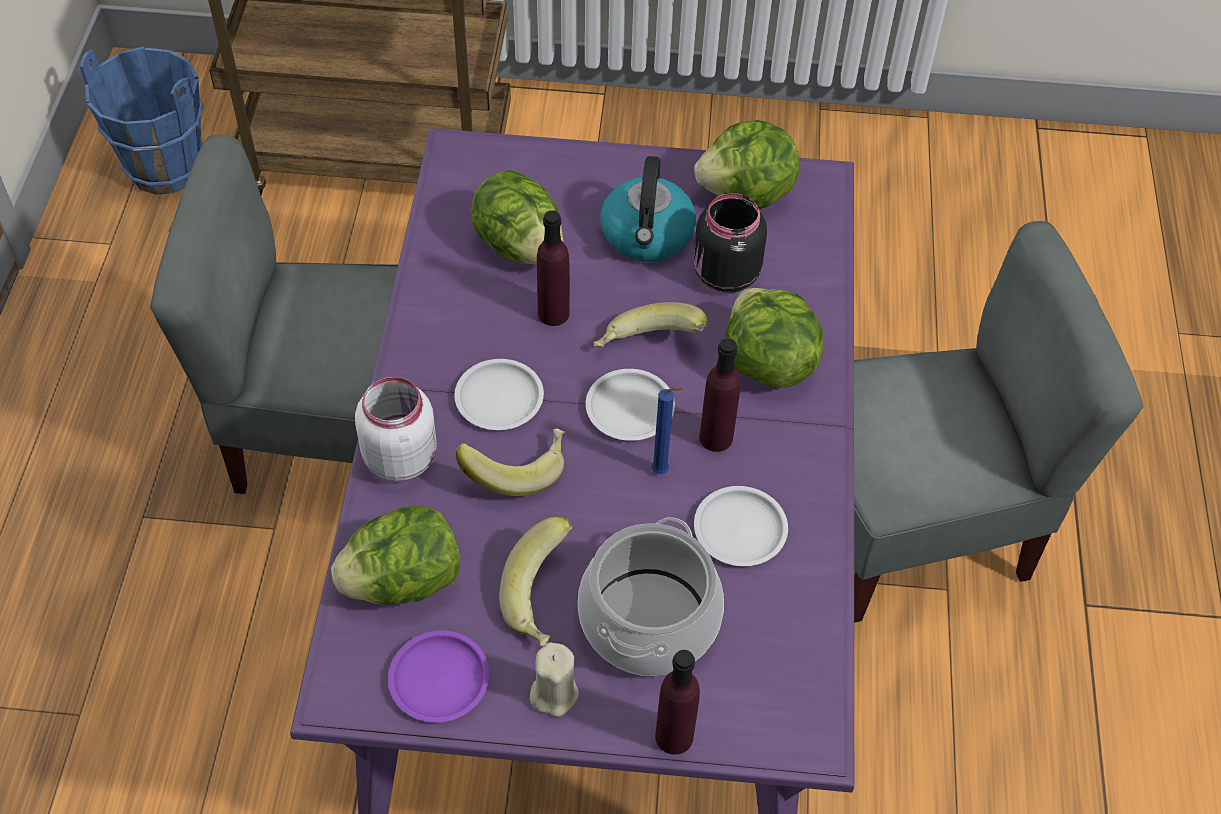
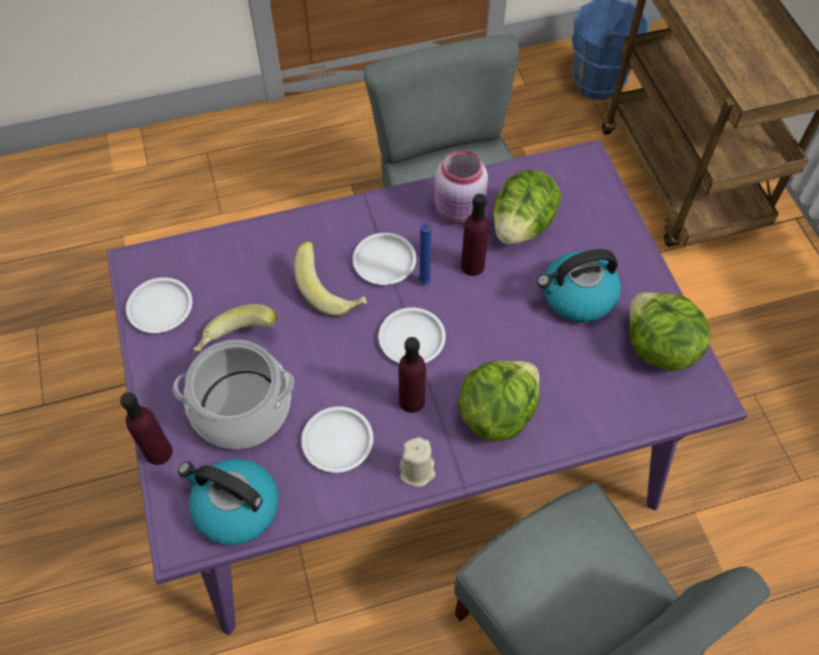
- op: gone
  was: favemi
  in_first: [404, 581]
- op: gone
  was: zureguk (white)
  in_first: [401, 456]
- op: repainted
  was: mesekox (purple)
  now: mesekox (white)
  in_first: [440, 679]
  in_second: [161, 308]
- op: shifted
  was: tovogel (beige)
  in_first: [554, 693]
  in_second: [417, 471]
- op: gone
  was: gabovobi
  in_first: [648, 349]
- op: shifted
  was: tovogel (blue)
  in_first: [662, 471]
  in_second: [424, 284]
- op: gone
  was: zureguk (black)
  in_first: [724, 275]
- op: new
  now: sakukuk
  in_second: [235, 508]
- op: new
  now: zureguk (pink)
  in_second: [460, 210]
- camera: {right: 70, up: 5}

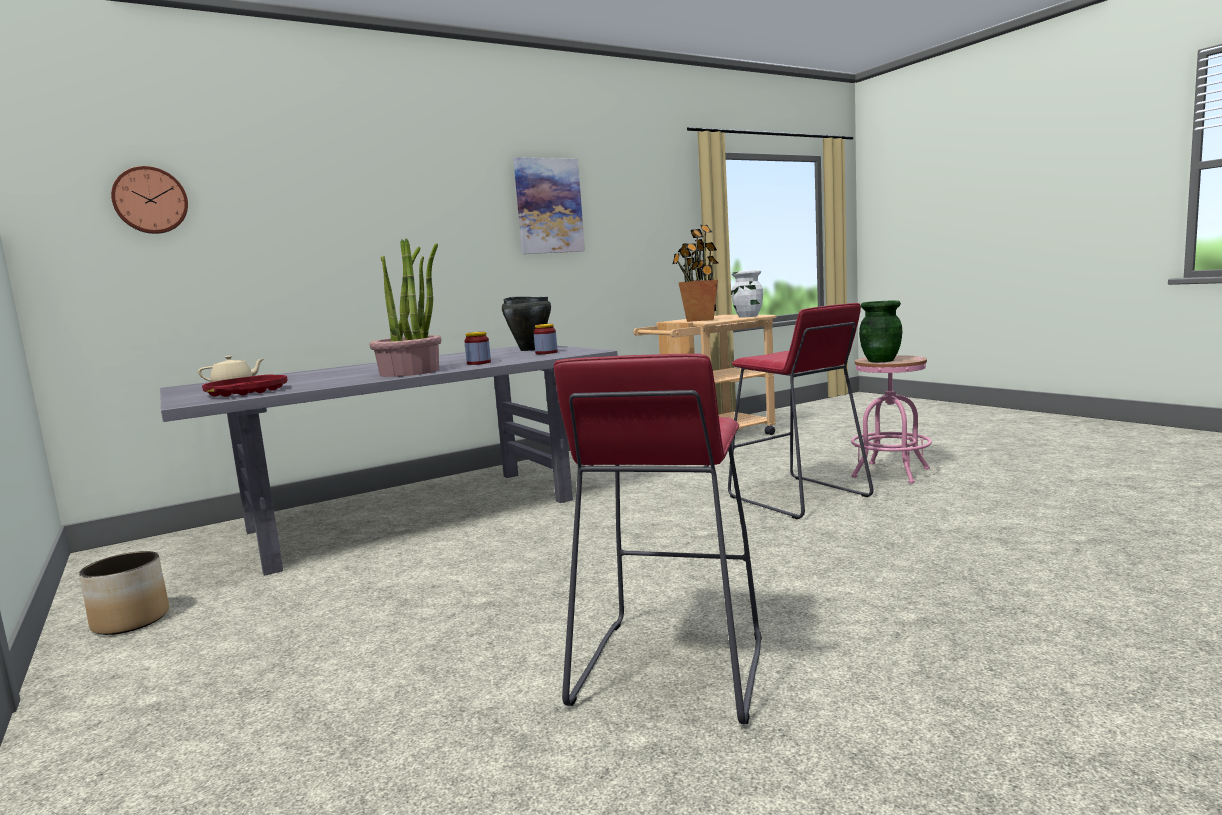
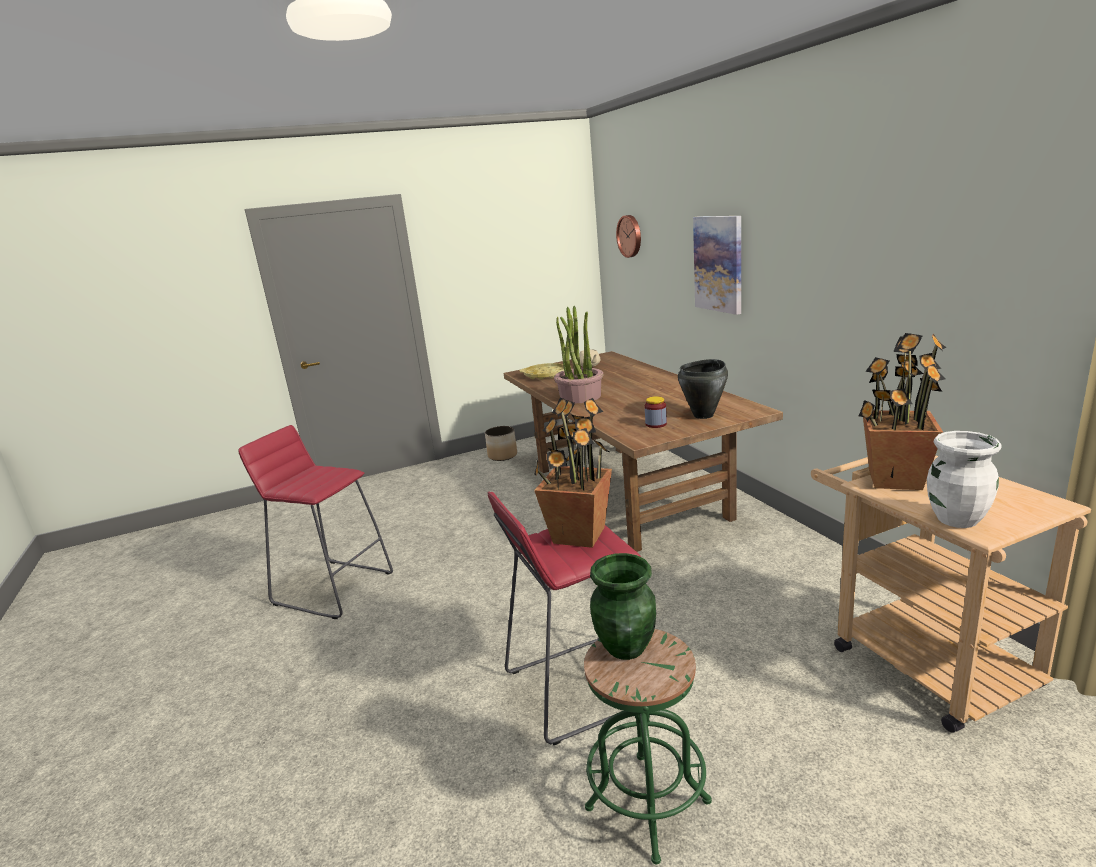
- op: repainted
  was: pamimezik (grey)
  now: pamimezik (brown)
  in_first: [414, 515]
  in_second: [627, 492]
- op: repainted
  was: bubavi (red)
  now: bubavi (yellow)
  in_first: [247, 392]
  in_second: [545, 375]
- op: gone
  was: zureguk
  in_first: [479, 363]
- op: shifted
  was: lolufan
  in_first: [548, 206]
  in_second: [718, 264]
- op: repainted
  was: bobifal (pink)
  now: bobifal (green)
  in_first: [890, 473]
  in_second: [648, 804]
- op: new
  now: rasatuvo
  in_second: [579, 534]
- camera: {right: 100, up: 10}

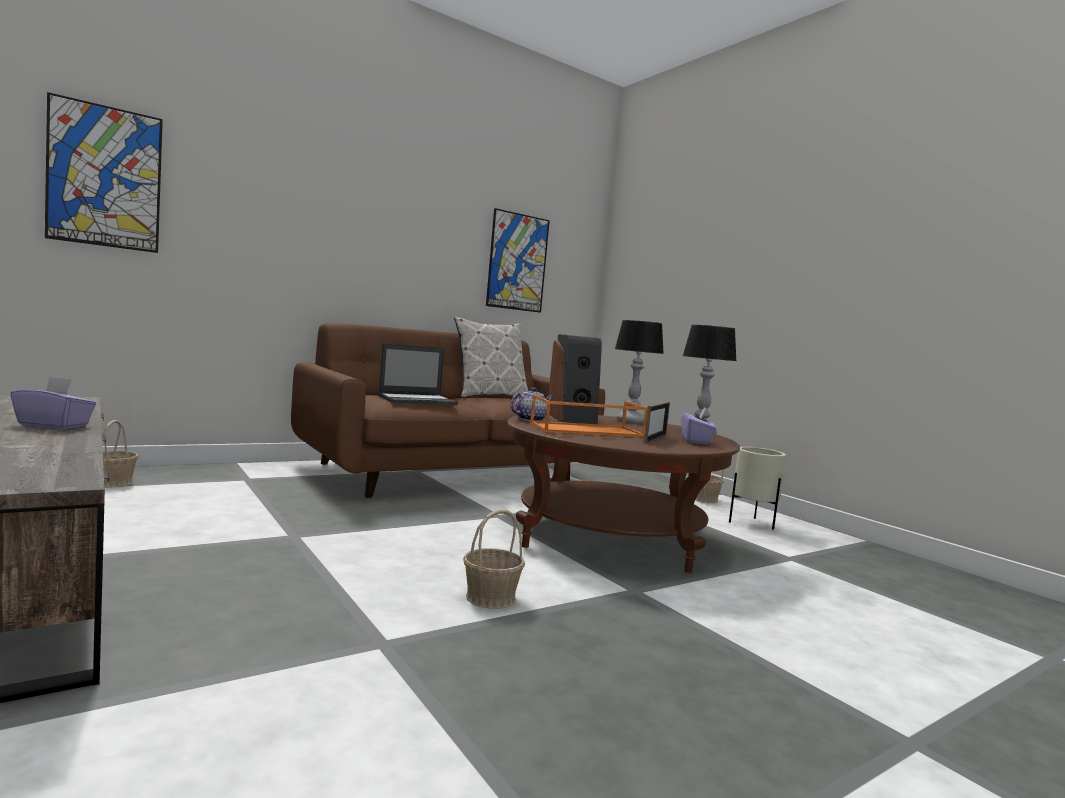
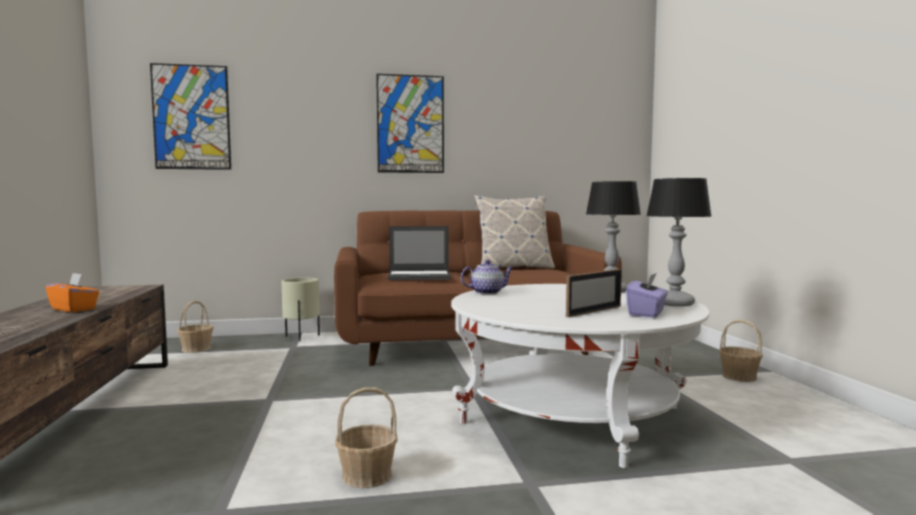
- op: repainted
  was: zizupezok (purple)
  now: zizupezok (orange)
  in_first: [54, 425]
  in_second: [74, 309]
- op: shifted
  was: lolufan
  in_first: [517, 262]
  in_second: [410, 124]
- op: repainted
  was: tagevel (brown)
  now: tagevel (white)
  in_first: [609, 534]
  in_second: [572, 414]
- op: gone
  was: bubavi (orange)
  in_first: [586, 430]
- op: gone
  was: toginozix
  in_first: [572, 419]
- op: shifted
  was: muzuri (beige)
  in_first: [752, 524]
  in_second: [302, 338]
- camera: {right: 25, up: 0}

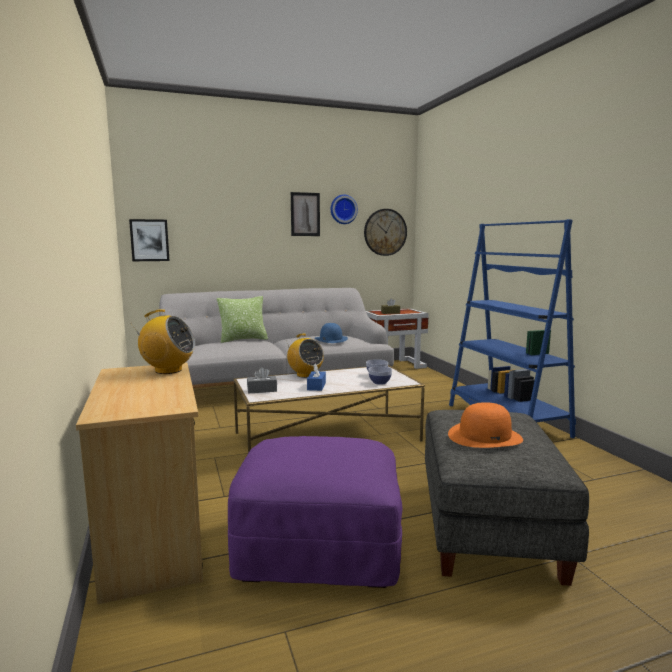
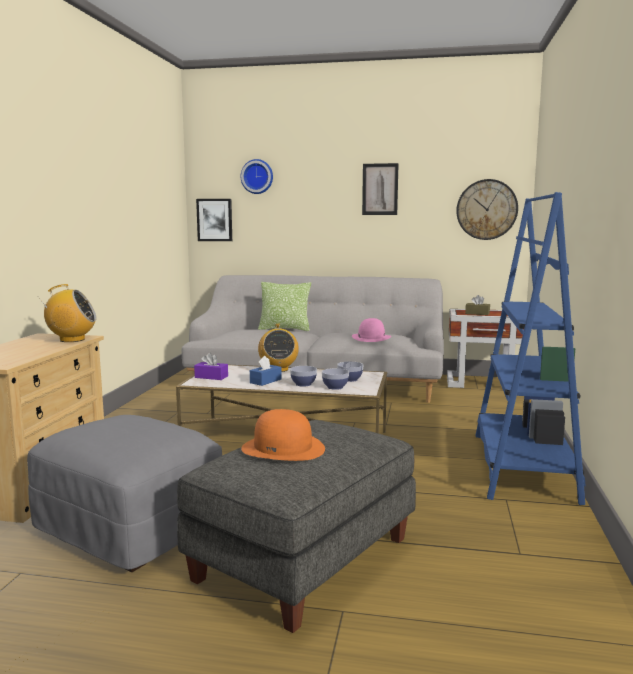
- op: rotated
  was: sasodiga
  in_first: [168, 370]
  in_second: [72, 340]
  clockwise: -45
- op: repainted
  was: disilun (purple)
  now: disilun (grey)
  in_first: [318, 550]
  in_second: [129, 528]
- op: repainted
  was: zizupezok (grey)
  now: zizupezok (purple)
  in_first: [262, 390]
  in_second: [211, 377]
- op: repainted
  was: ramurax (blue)
  now: ramurax (pink)
  in_first: [331, 339]
  in_second: [371, 337]
- op: shifted
  was: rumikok
  in_first: [343, 209]
  in_second: [257, 176]
- op: new
  now: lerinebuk
  in_second: [303, 384]
- camera: {right: 30, up: 0}

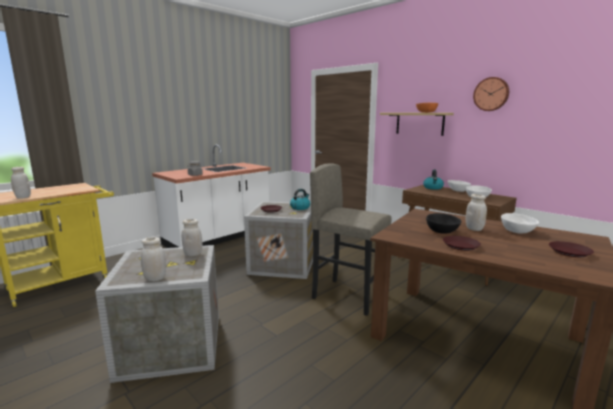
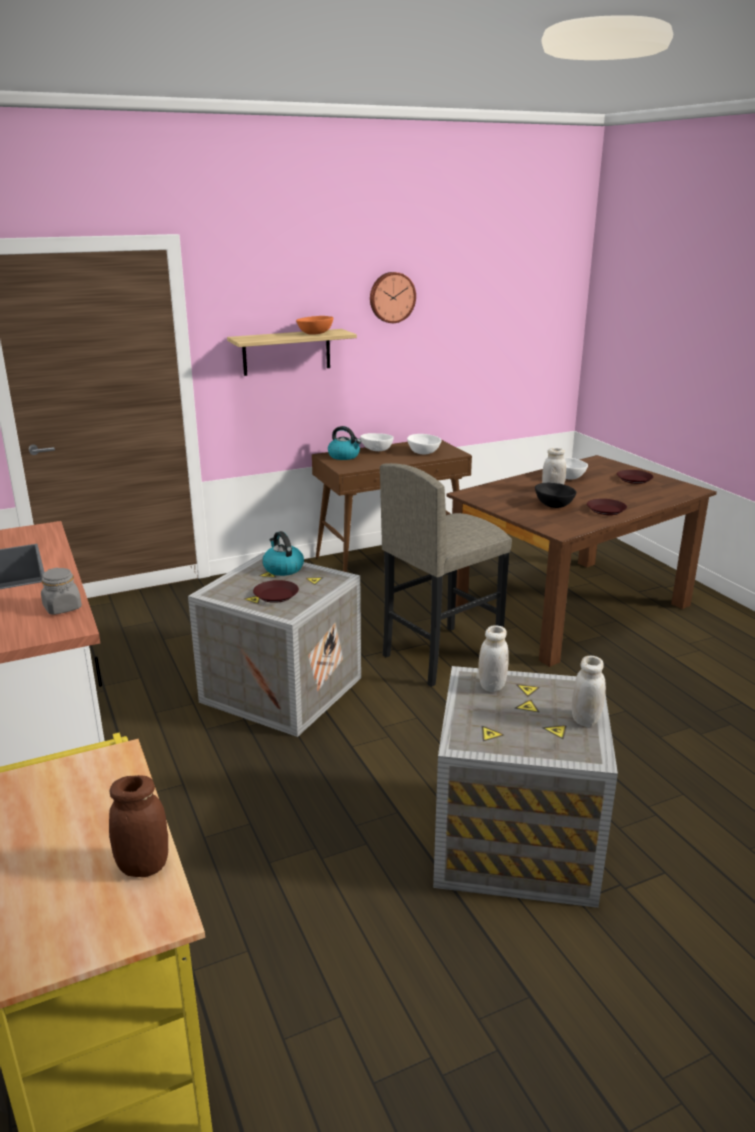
- op: repainted
  was: zureguk (white)
  now: zureguk (brown)
  in_first: [23, 197]
  in_second: [143, 866]
- camera: {right: -70, up: 10}

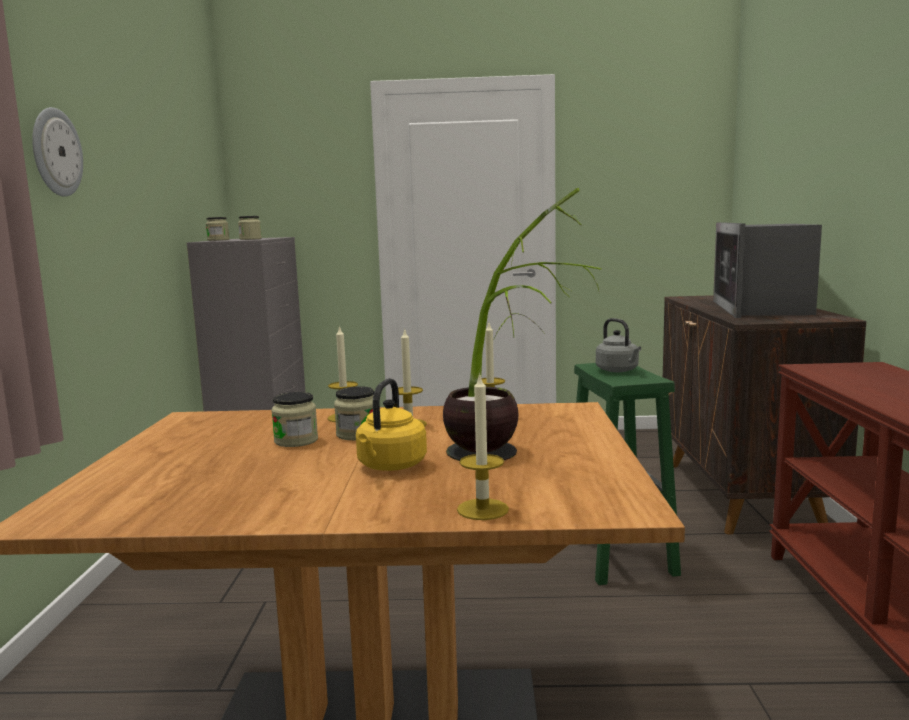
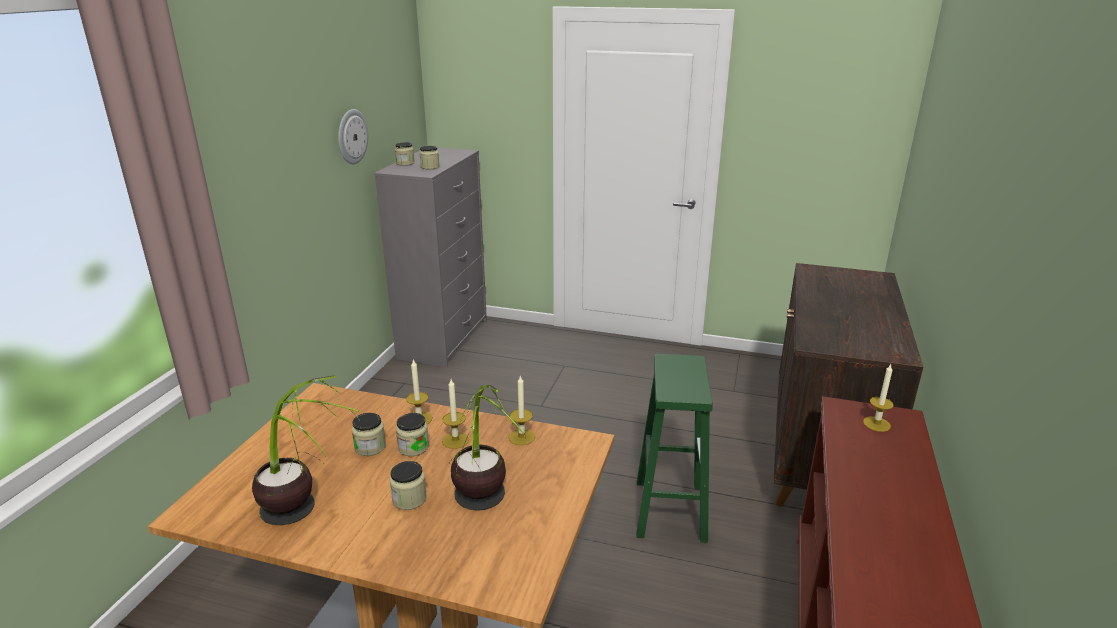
- op: shifted
  was: rumikok
  in_first: [55, 152]
  in_second: [351, 136]
- op: swapped
  was: sakukuk (yellow)
  now: zureguk
  in_first: [390, 466]
  in_second: [409, 499]
- op: shifted
  was: tovogel
  in_first: [482, 509]
  in_second: [876, 424]
- op: gone
  was: sakukuk (grey)
  in_first: [618, 370]
- op: gone
  was: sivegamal
  in_first: [760, 308]
- op: new
  now: rasatuvo
  in_second: [308, 520]
- camera: {right: 15, up: 15}

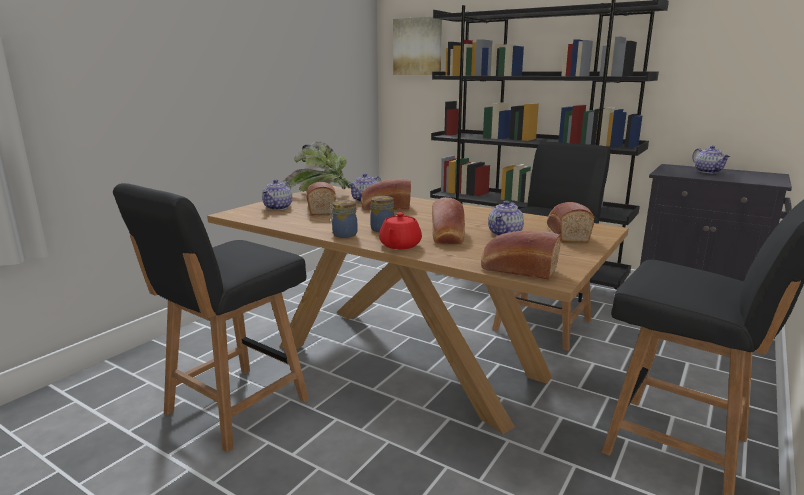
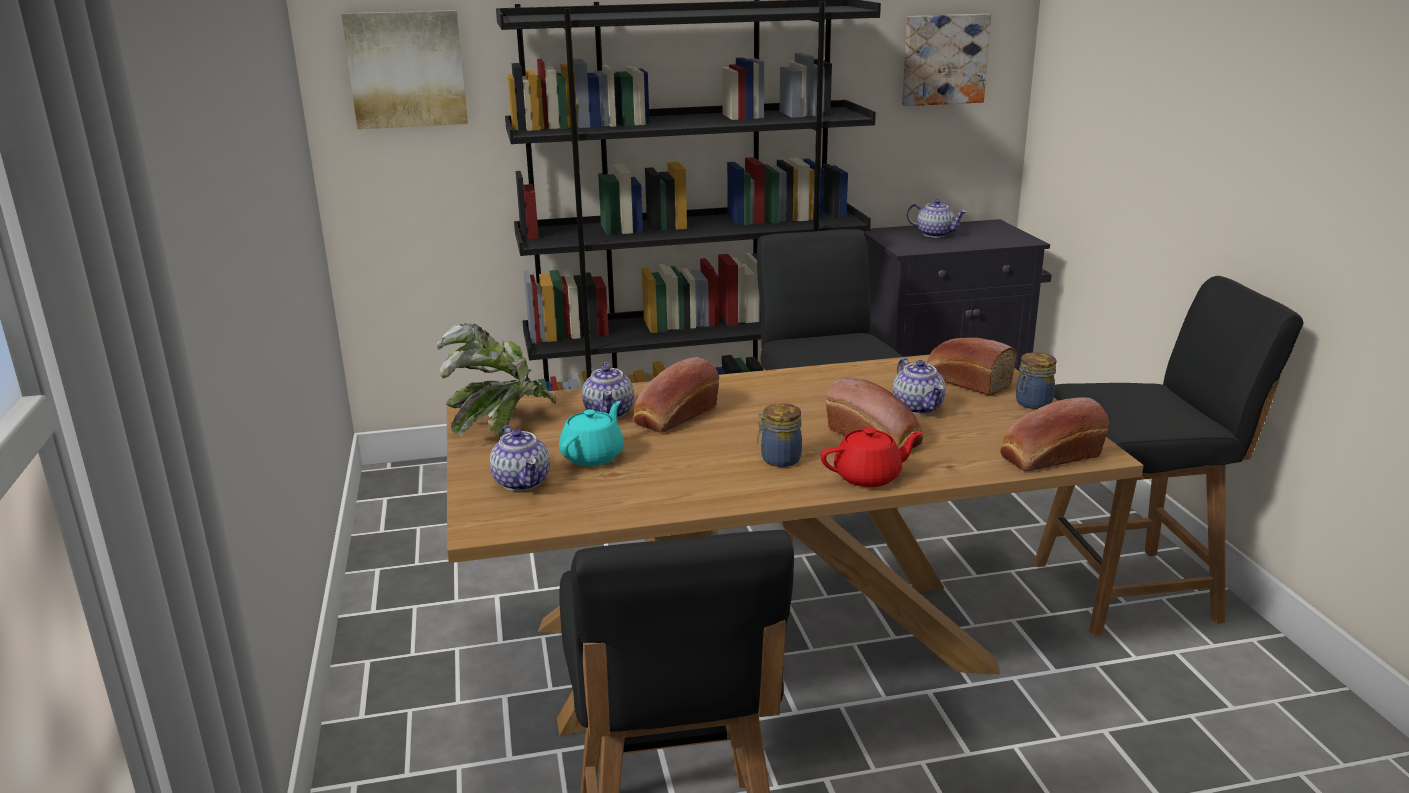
- op: swapped
  was: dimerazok
  now: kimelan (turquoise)
  in_first: [320, 208]
  in_second: [593, 456]
- op: shifted
  was: zureguk
  in_first: [343, 235]
  in_second: [1032, 403]
- op: rotated
  was: kimelan (red)
  in_first: [399, 245]
  in_second: [869, 477]
  clockwise: -75
- op: new
  now: lolufan
  in_second: [943, 59]
- camera: {right: -45, up: 5}

